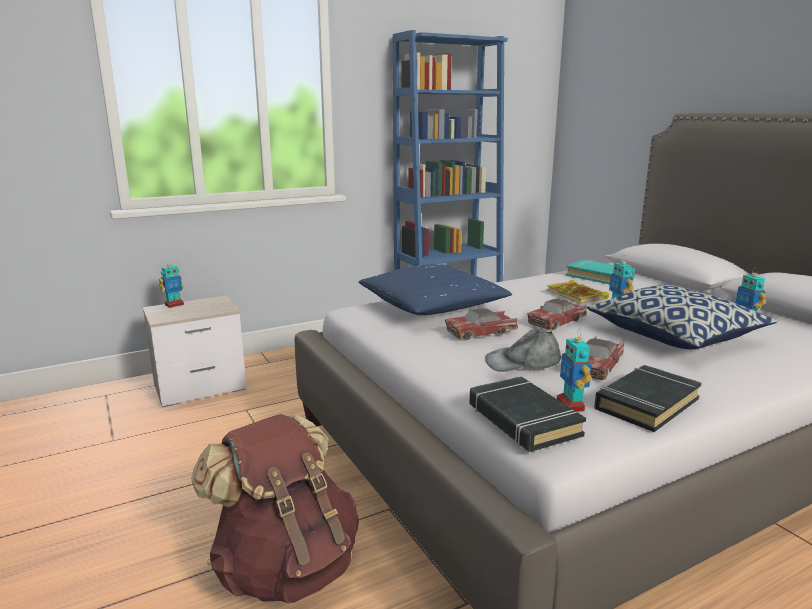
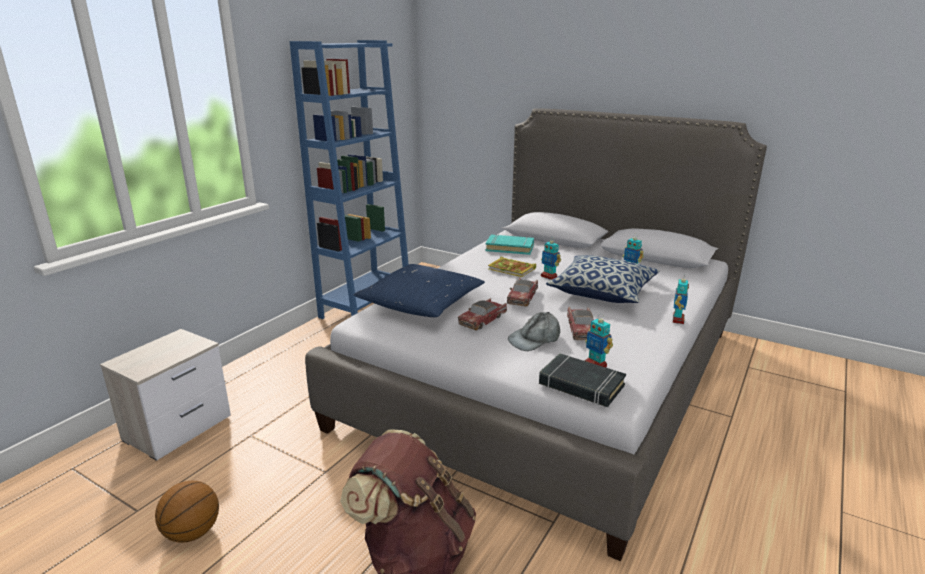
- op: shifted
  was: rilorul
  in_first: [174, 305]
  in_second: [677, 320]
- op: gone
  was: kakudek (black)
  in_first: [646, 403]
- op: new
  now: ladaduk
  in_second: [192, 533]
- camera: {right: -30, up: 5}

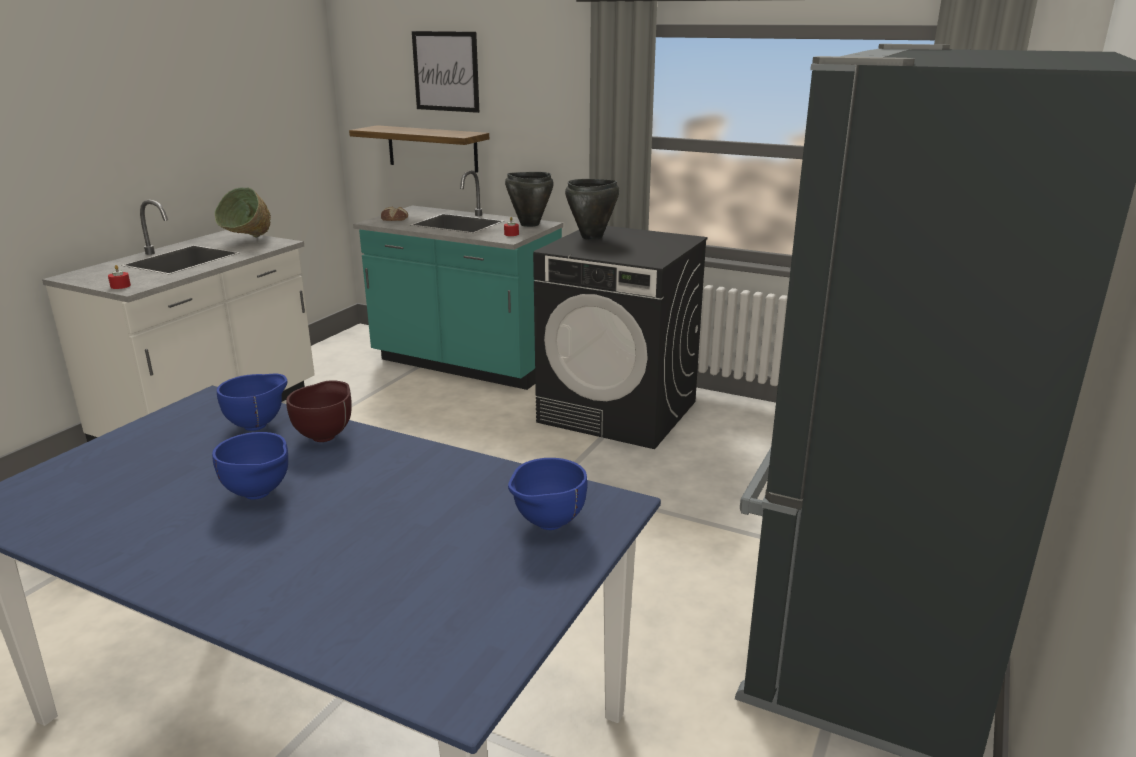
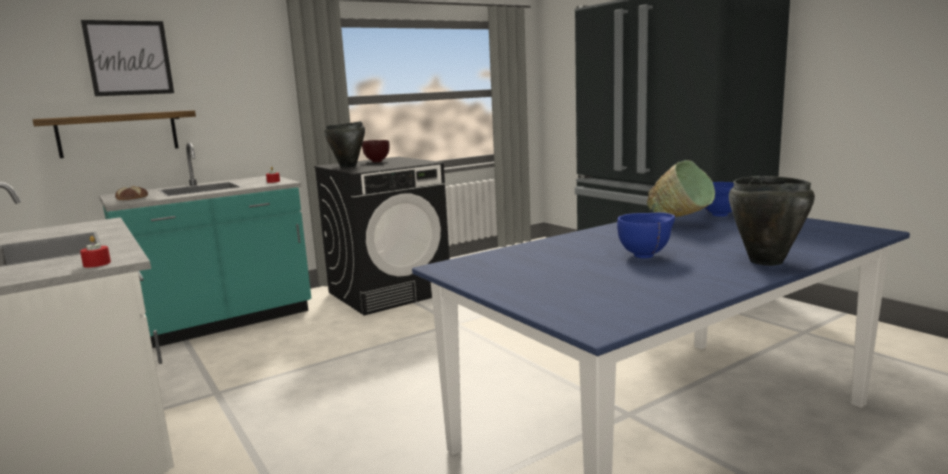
- op: shifted
  was: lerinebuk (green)
  in_first: [249, 241]
  in_second: [680, 224]
- op: gone
  was: lerinebuk (blue)
  in_first: [259, 425]
- op: shifted
  was: lerinebuk (brown)
  in_first: [326, 436]
  in_second: [376, 161]
- op: shifted
  was: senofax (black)
  in_first: [529, 224]
  in_second: [765, 261]
- camera: {right: -60, up: -10}

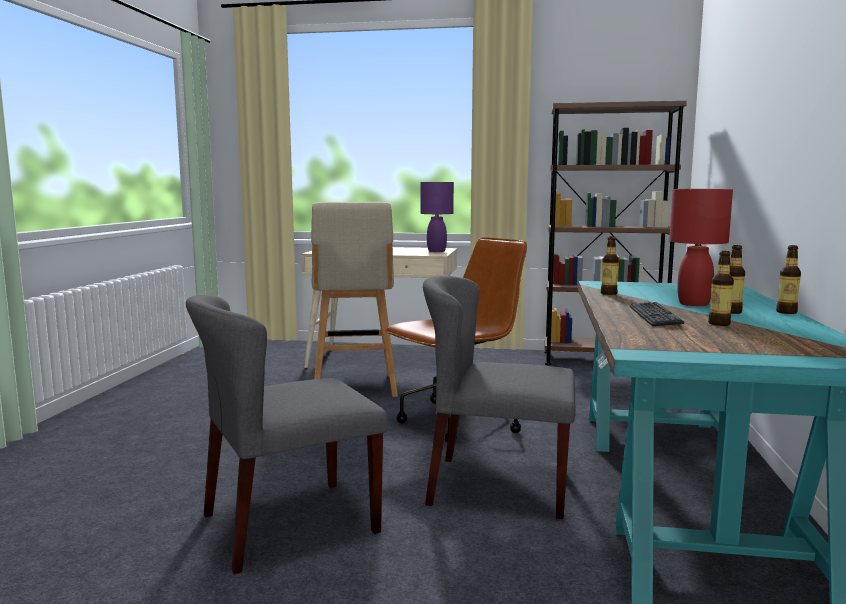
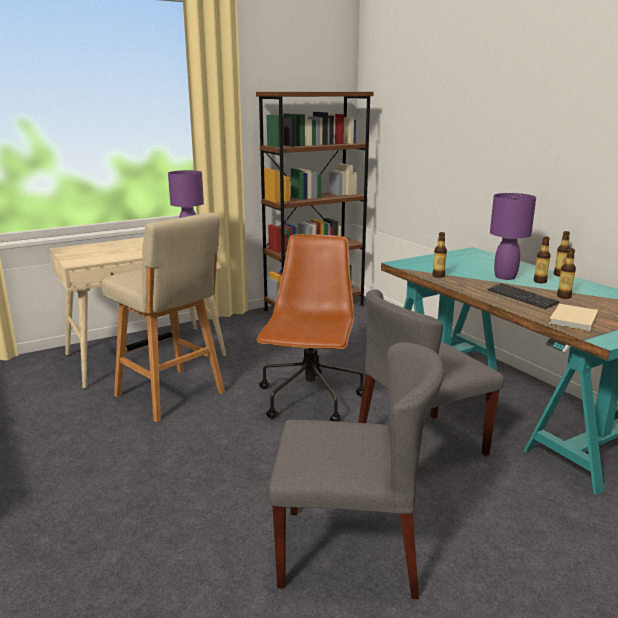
- op: rotated
  was: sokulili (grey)
  in_first: [289, 524]
  in_second: [350, 550]
  clockwise: -105
- op: repainted
  was: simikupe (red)
  now: simikupe (purple)
  in_first: [694, 304]
  in_second: [505, 277]
- op: new
  now: kakudek (beige)
  in_second: [572, 320]
- camera: {right: -40, up: 10}

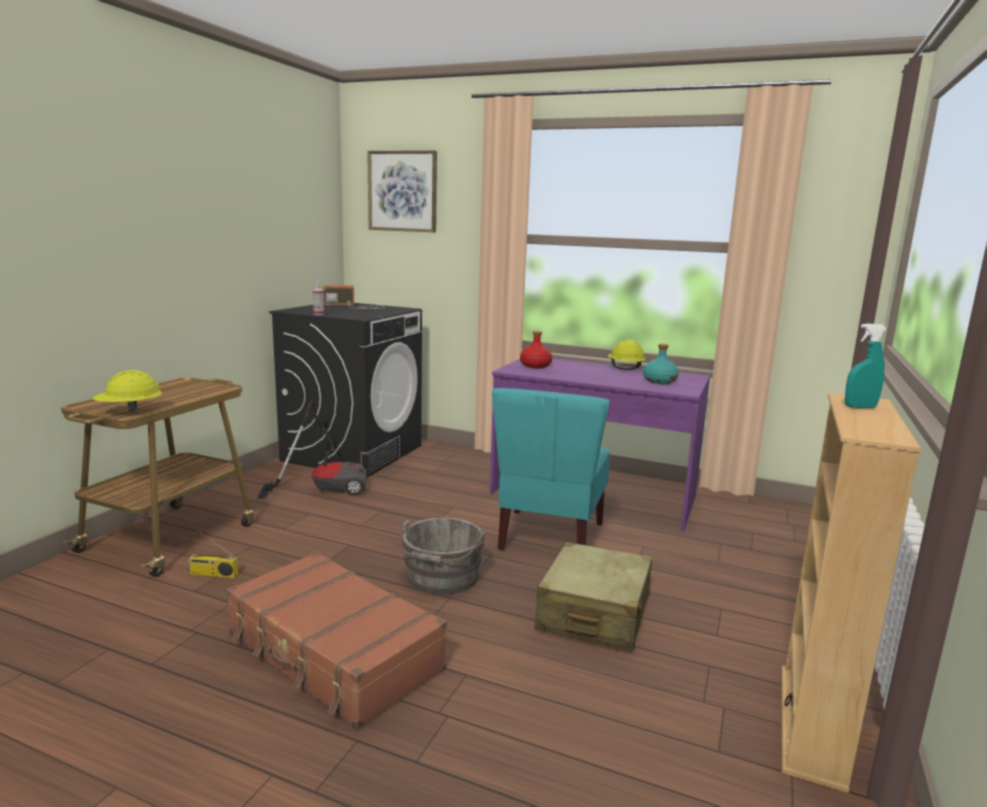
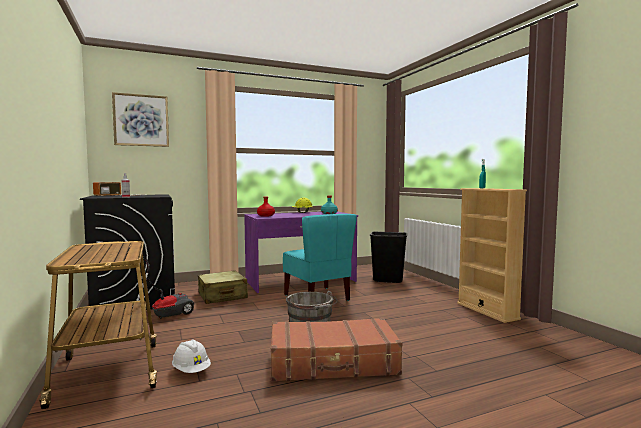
- op: gone
  was: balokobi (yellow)
  in_first: [129, 411]
- op: swapped
  was: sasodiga
  now: balokobi (white)
  in_first: [213, 574]
  in_second: [191, 370]
- op: shifted
  was: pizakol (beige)
  in_first: [594, 613]
  in_second: [222, 296]
- op: new
  now: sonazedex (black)
  in_second: [388, 280]
- camera: {right: -45, up: -10}

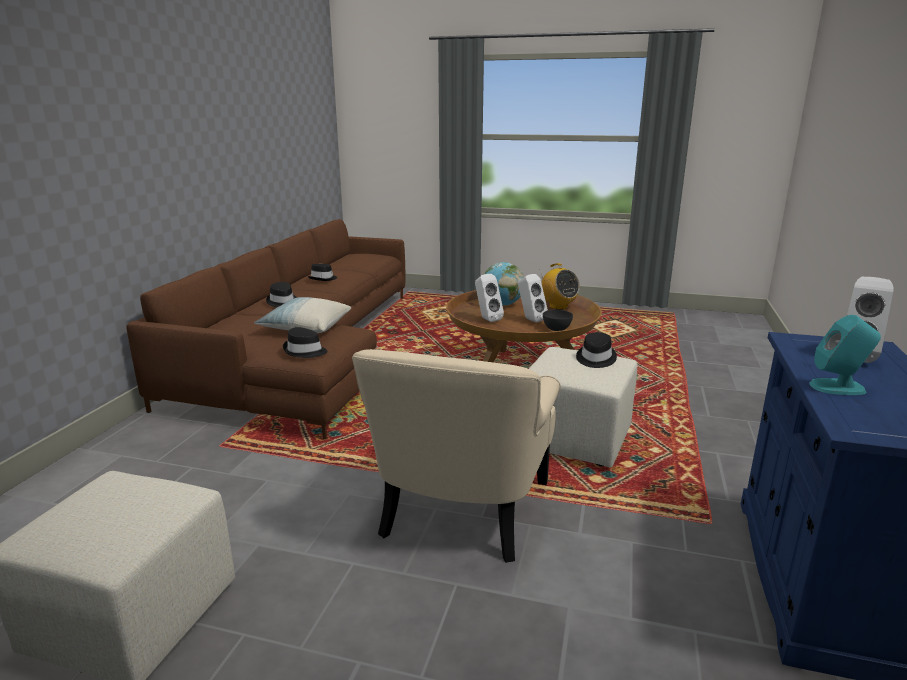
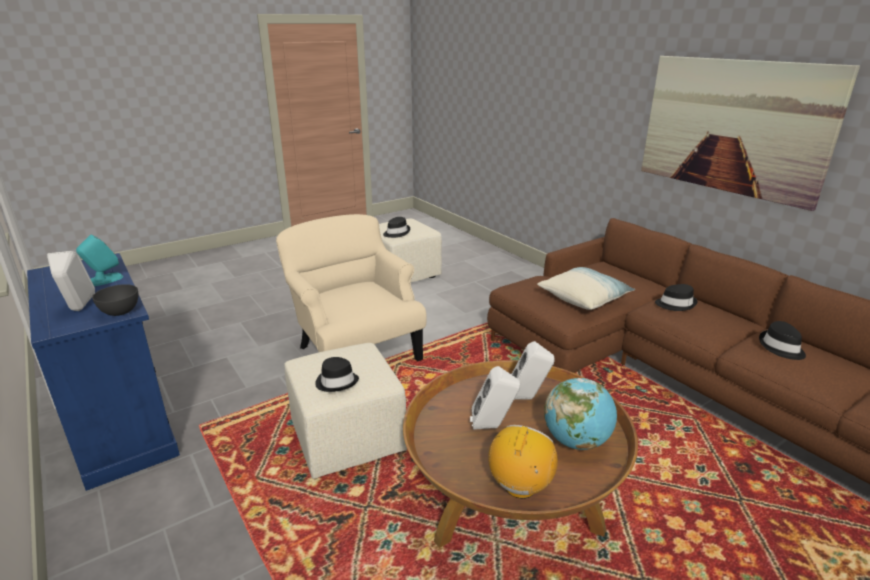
- op: shifted
  was: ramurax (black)
  in_first: [305, 351]
  in_second: [396, 233]
- op: rotated
  was: sasodiga
  in_first: [558, 306]
  in_second: [520, 487]
  clockwise: 105
- op: shifted
  was: lerinebuk (grey)
  in_first: [556, 329]
  in_second: [120, 312]
- op: new
  now: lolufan
  in_second: [733, 126]
- camera: {right: 130, up: 5}

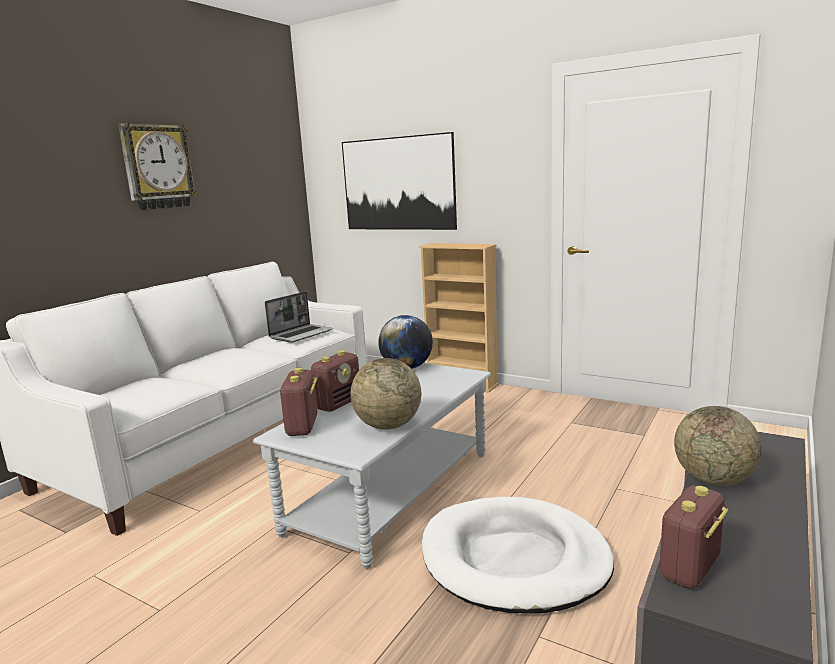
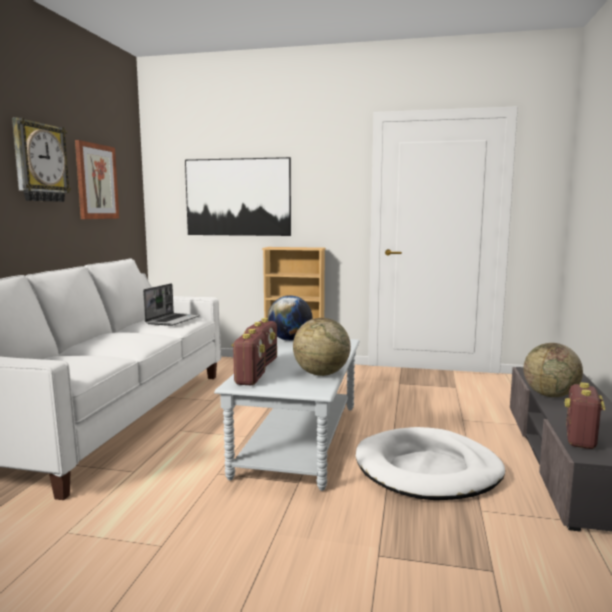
- op: rotated
  was: sasodiga
  in_first: [302, 427]
  in_second: [250, 379]
  clockwise: -150
- op: new
  now: lolufan
  in_second: [96, 181]
- camera: {right: -20, up: -5}

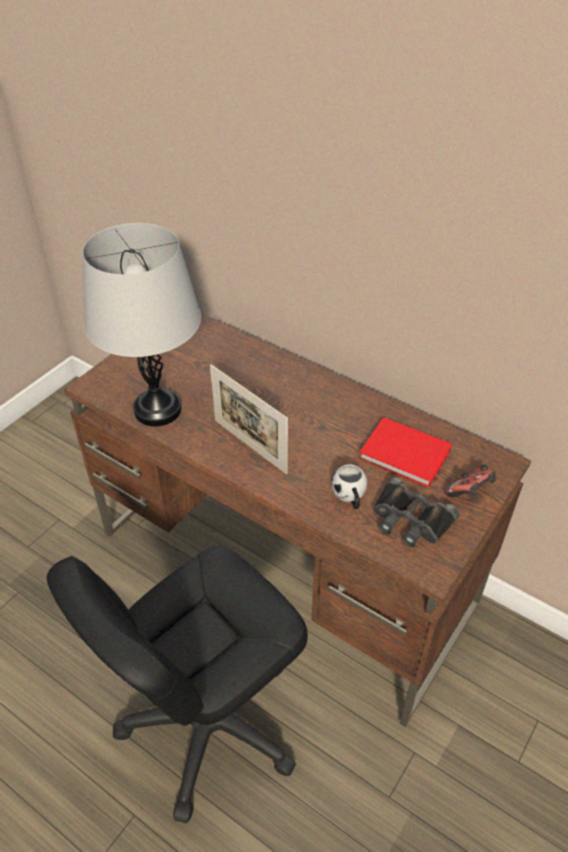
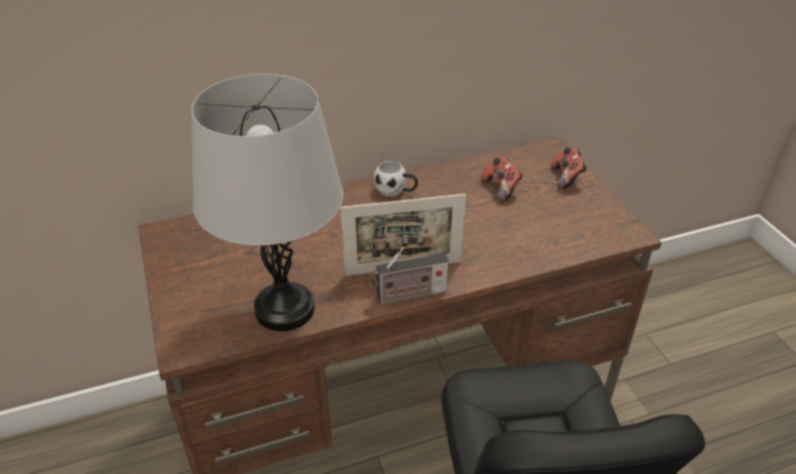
- op: shifted
  was: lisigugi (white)
  in_first: [350, 498]
  in_second: [396, 191]
- op: swapped
  was: kakudek (red)
  now: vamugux
  in_first: [406, 456]
  in_second: [501, 188]
- op: gone
  was: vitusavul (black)
  in_first: [410, 520]
- op: new
  now: sasodiga
  in_second: [408, 295]
- camera: {right: -55, up: -5}

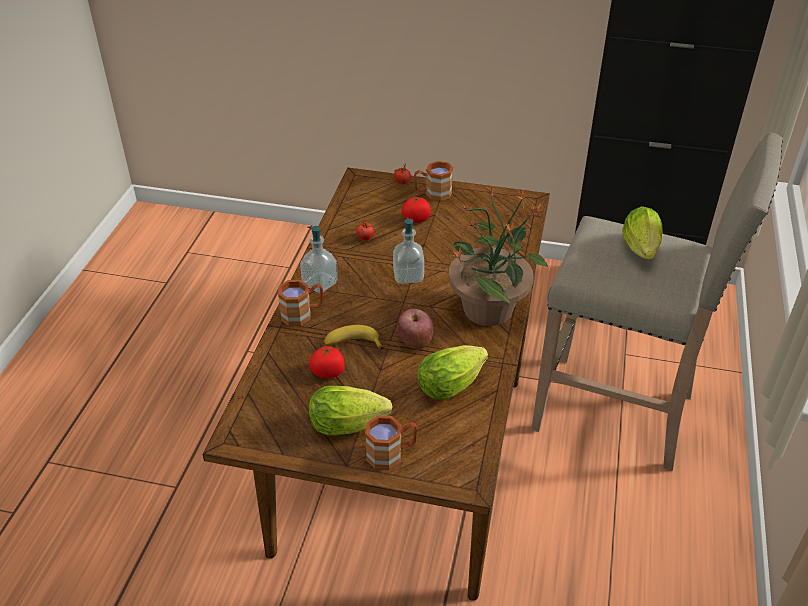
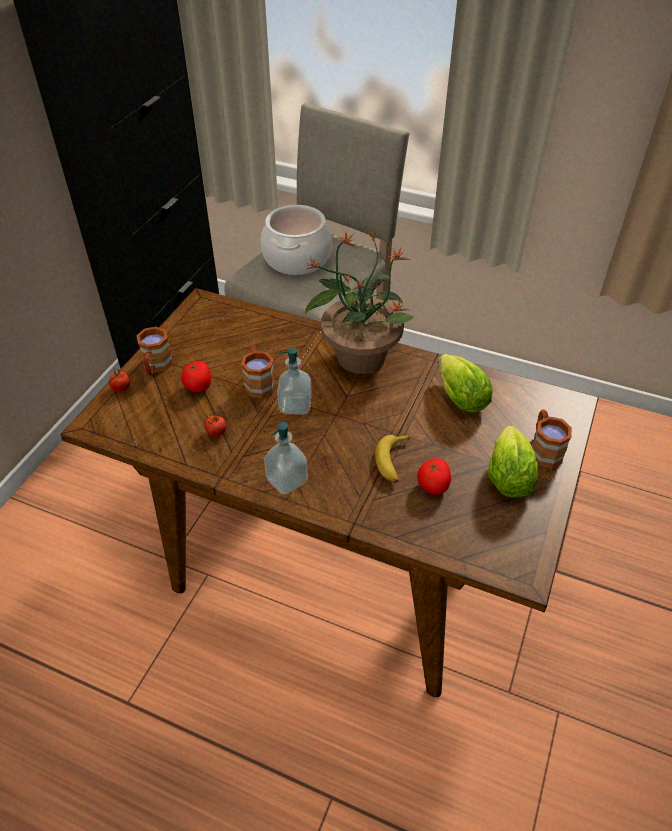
- op: shifted
  was: lisigugi (brown)
  in_first: [302, 314]
  in_second: [258, 382]
- op: gone
  was: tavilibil
  in_first: [415, 341]
- op: swapped
  was: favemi
  now: senofax
  in_first: [641, 251]
  in_second: [296, 258]
- camera: {right: -80, up: 5}

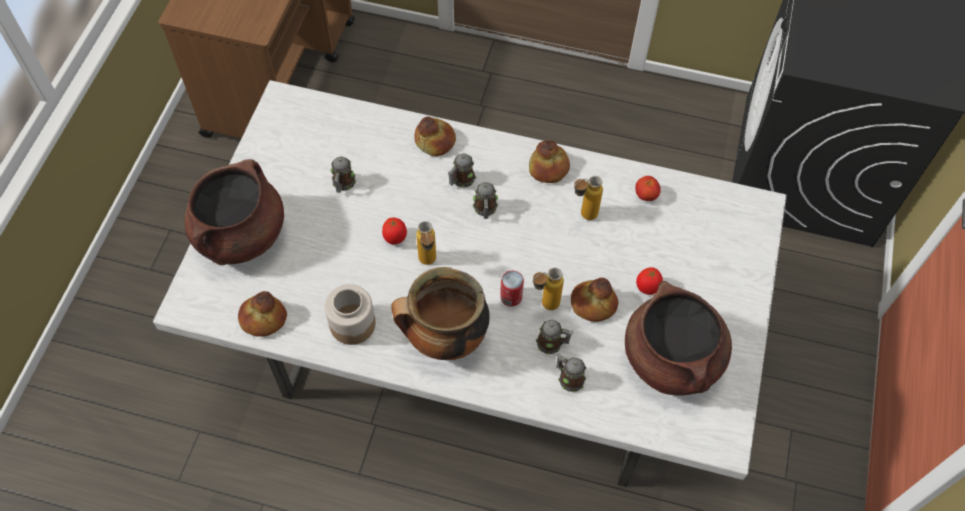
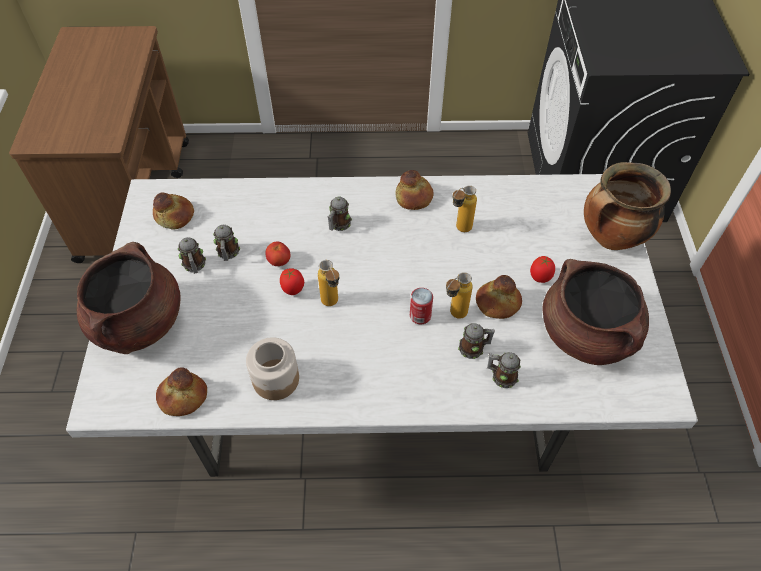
- op: shifted
  was: senofax
  in_first: [444, 339]
  in_second: [611, 238]
- op: shifted
  was: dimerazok
  in_first: [435, 140]
  in_second: [175, 215]
- op: shifted
  was: lisigugi
  in_first: [485, 210]
  in_second: [195, 266]
- op: shifted
  was: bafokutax
  in_first: [646, 195]
  in_second: [279, 261]
- camera: {right: -15, up: -5}

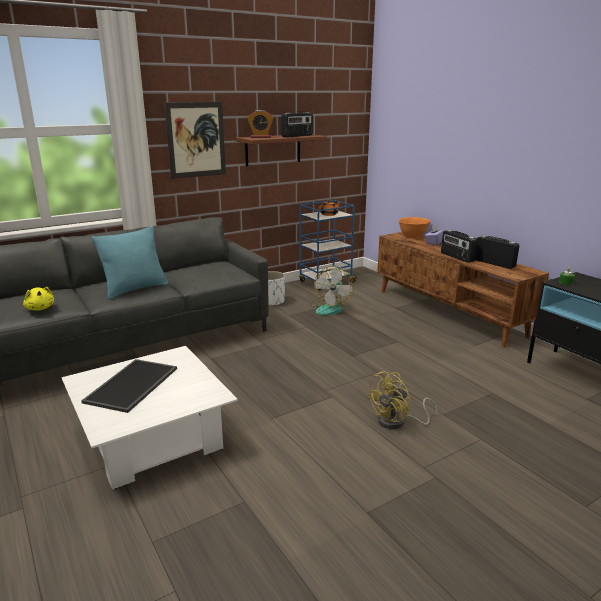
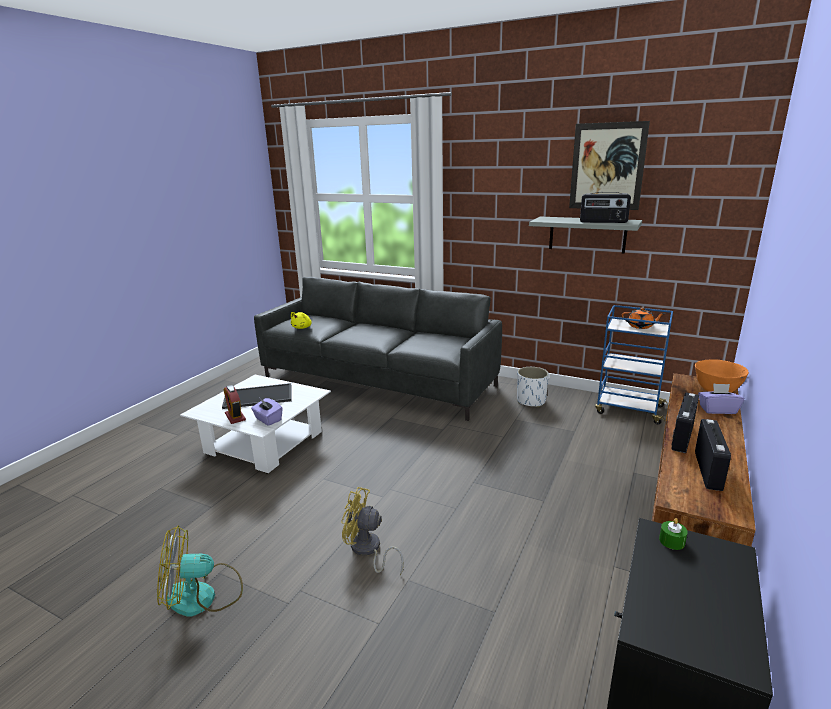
- op: gone
  was: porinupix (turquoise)
  in_first: [135, 289]
- op: shifted
  was: lolufan
  in_first: [196, 140]
  in_second: [607, 166]
- op: repainted
  was: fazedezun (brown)
  now: fazedezun (grey)
  in_first: [273, 149]
  in_second: [587, 234]
- op: shifted
  was: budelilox
  in_first: [261, 137]
  in_second: [235, 417]
- op: shifted
  was: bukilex
  in_first: [330, 308]
  in_second: [203, 596]
- op: new
  now: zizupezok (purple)
  in_second: [268, 419]
- camera: {right: 60, up: 0}

